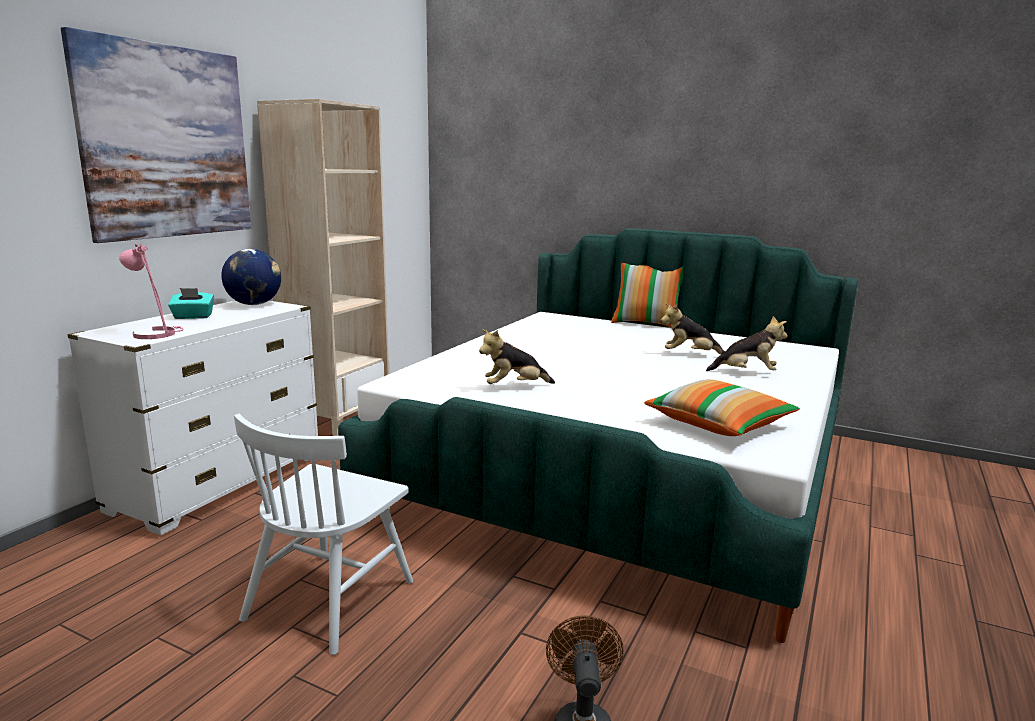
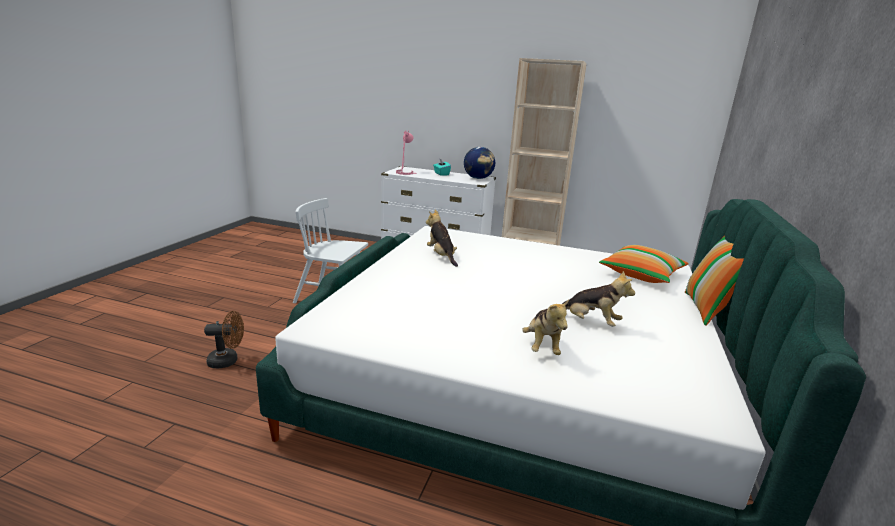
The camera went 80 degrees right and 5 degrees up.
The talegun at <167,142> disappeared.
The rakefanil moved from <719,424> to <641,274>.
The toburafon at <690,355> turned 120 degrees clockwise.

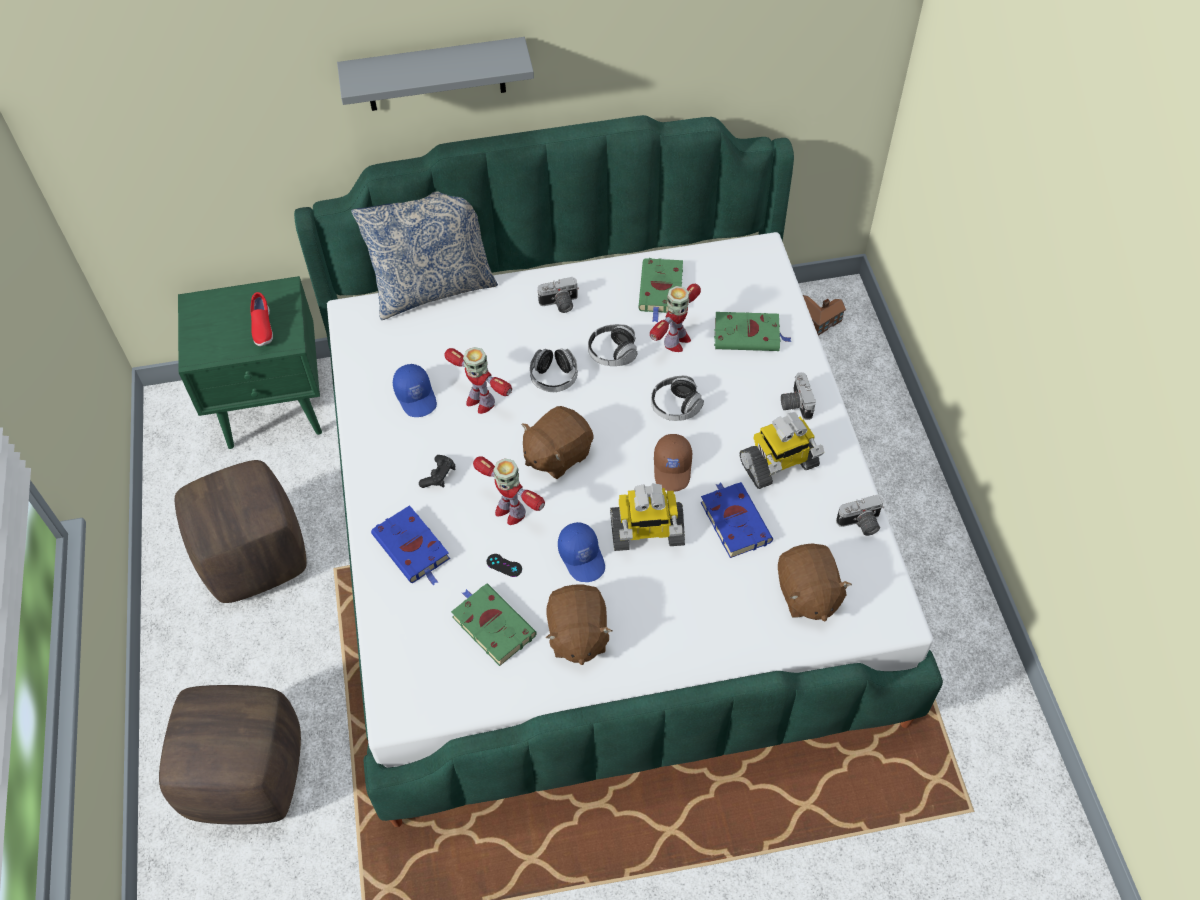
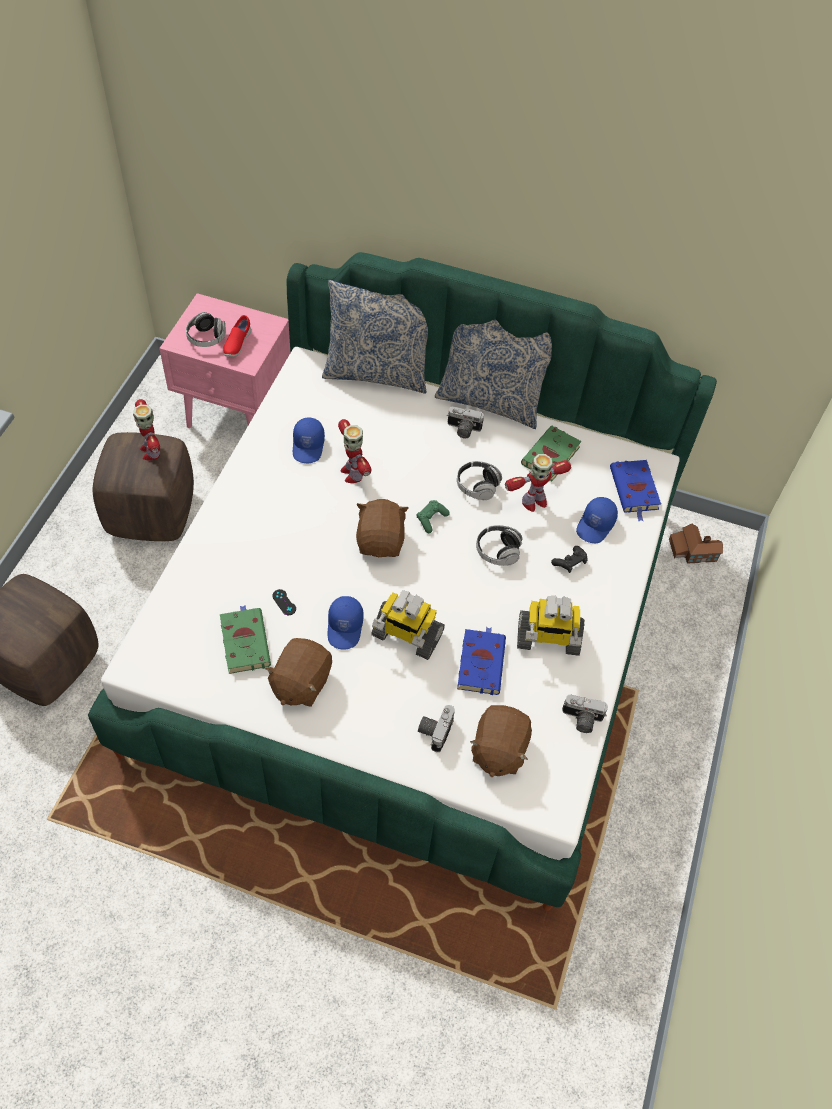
The camera went 25 degrees right and 0 degrees up.
The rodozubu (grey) at <435,75> disappeared.
The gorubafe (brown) at <673,468> disappeared.
The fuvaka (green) at <431,519> appeared.
The rakefanil at <490,400> appeared.
The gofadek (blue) moved from <413,548> to <634,490>.
The fuvaka (black) moved from <439,476> to <570,563>.
The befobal moved from <510,511> to <151,451>.
The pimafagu moved from <554,378> to <206,338>.
The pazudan moved from <795,403> to <434,730>.
The gofadek (green) at <749,335> was replaced by the gorubafe (blue) at <596,525>.
The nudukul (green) at <275,407> became the nudukul (pink) at <237,413>.
The toburafon (brown) at <557,454> turned 105 degrees clockwise.

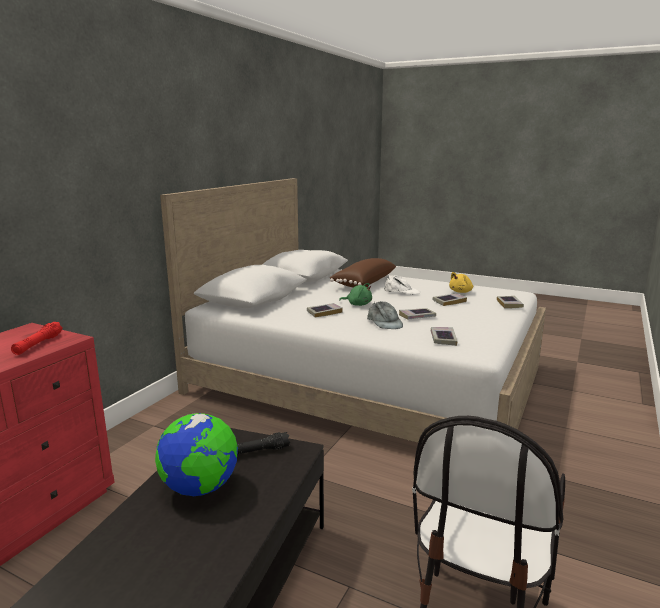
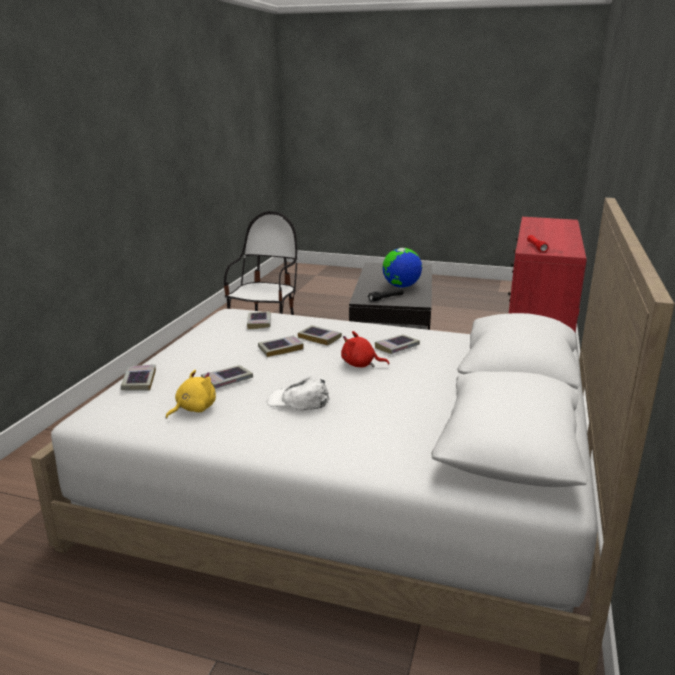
The camera went 170 degrees right and 5 degrees up.
The rakefanil (brown) at <363,283> disappeared.
The gorubafe (grey) at <384,322> was replaced by the gofadek at <319,338>.
The toburafon (green) at <358,304> became the toburafon (red) at <360,364>.

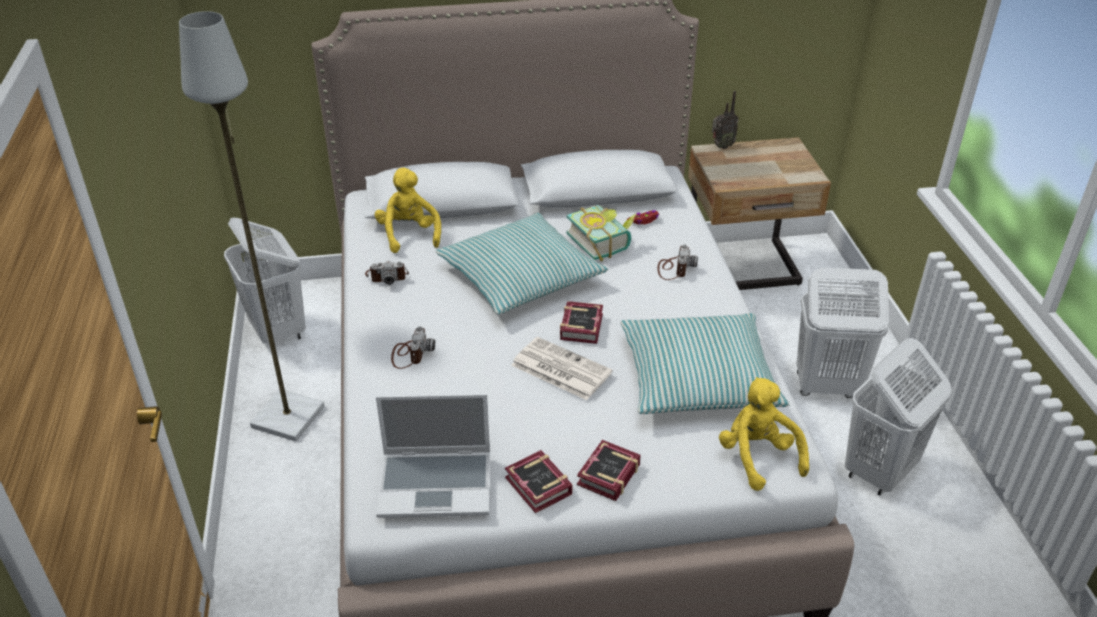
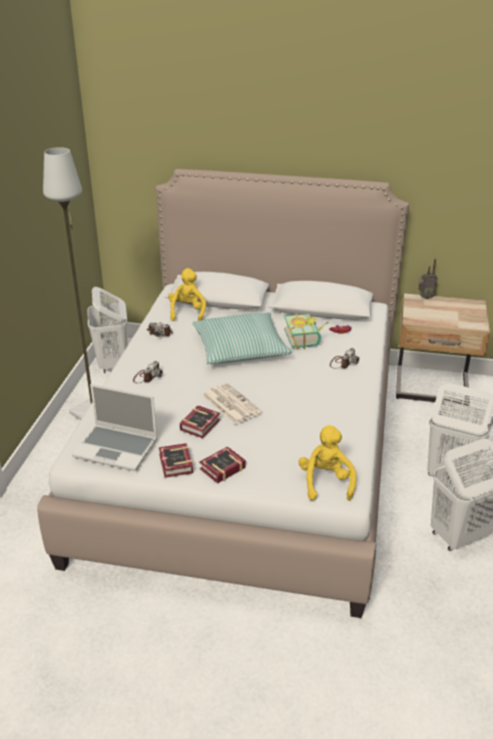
The camera went 20 degrees right and 5 degrees down.
The rakefanil at <697,378> disappeared.
The gofadek moved from <583,325> to <202,424>.

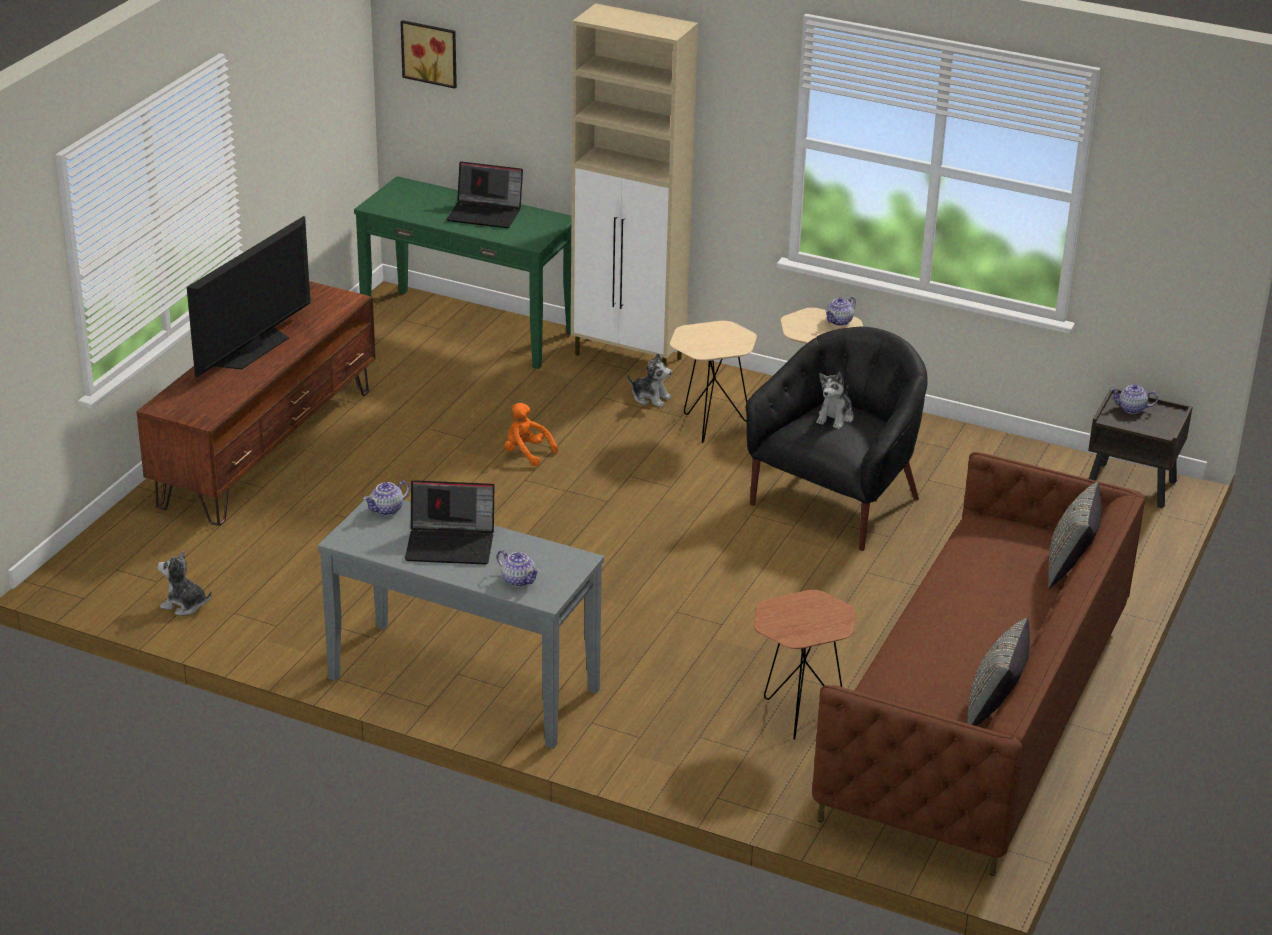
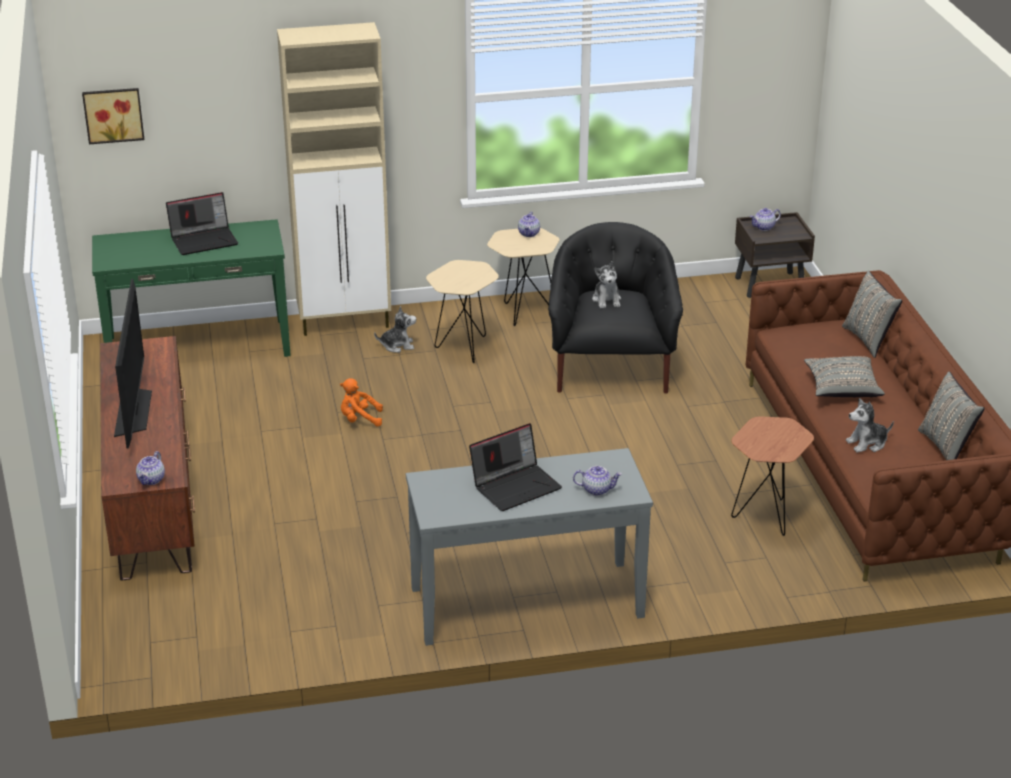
The camera went 35 degrees left and 0 degrees up.
The rakefanil (grey) at <842,389> appeared.
The toburafon moved from <184,605> to <867,443>.
The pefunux moved from <387,509> to <151,480>.

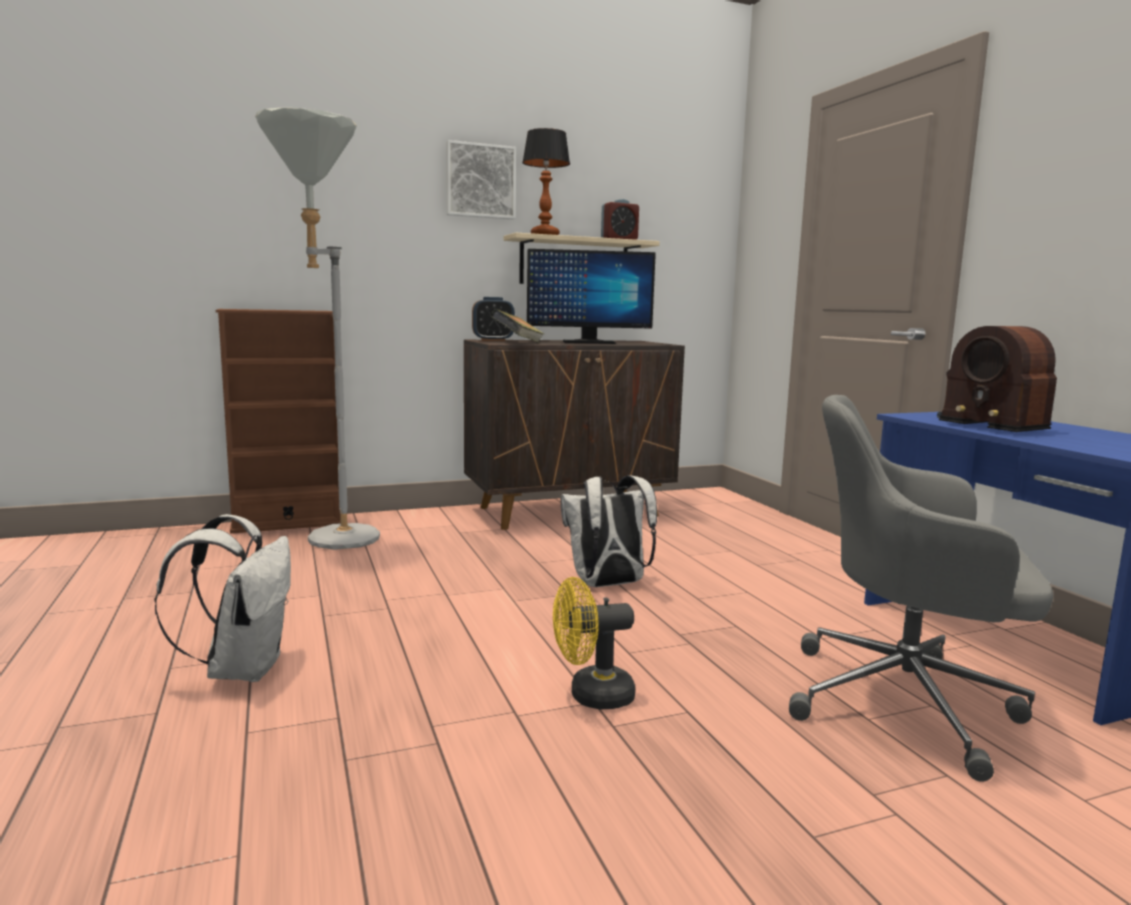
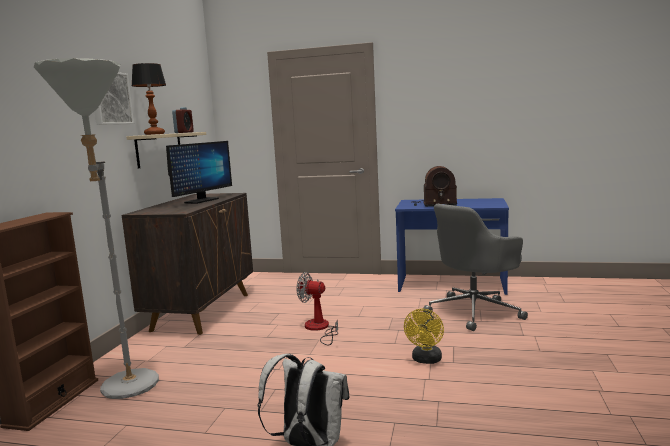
The camera went 55 degrees left and 0 degrees up.
The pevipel at <493,340> disappeared.
The gofadek at <517,343> disappeared.
The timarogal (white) at <607,585> was replaced by the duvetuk at <319,329>.

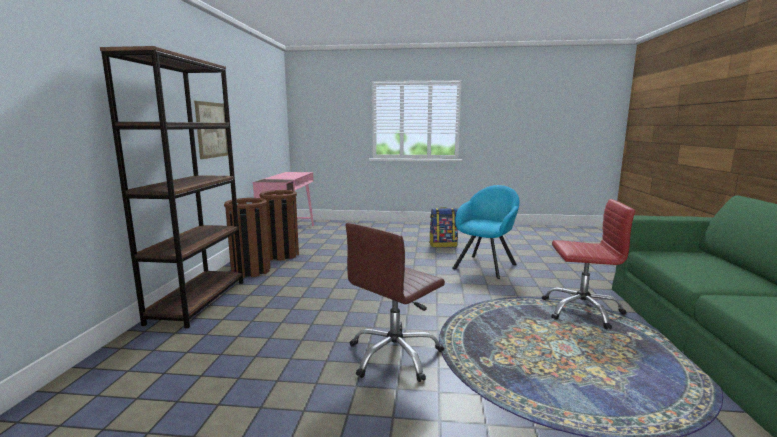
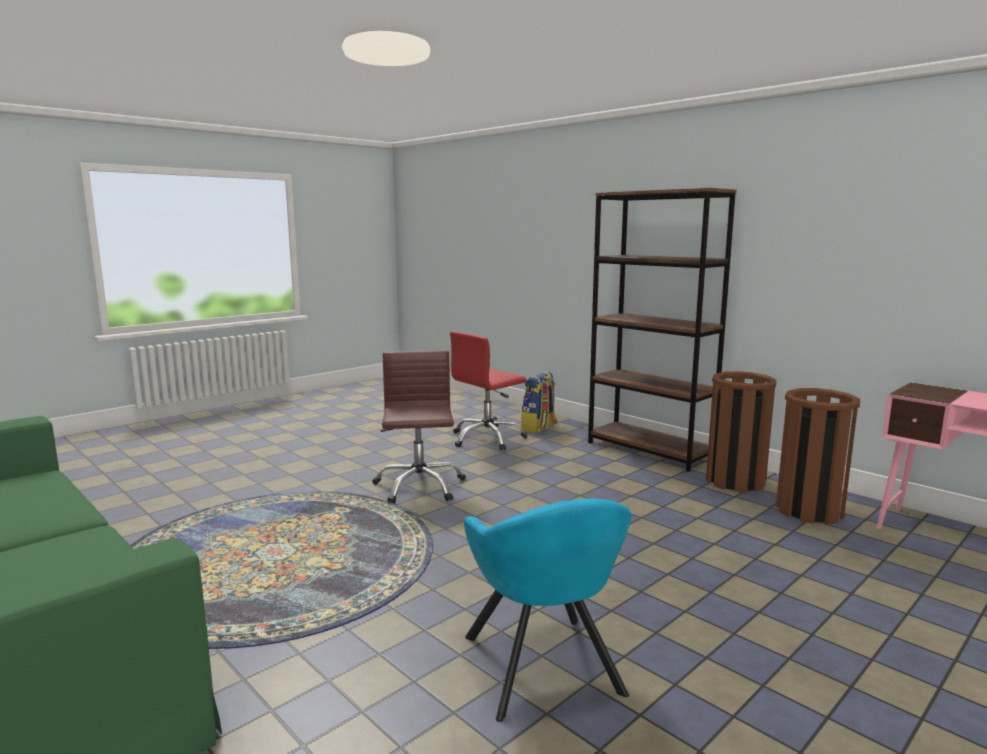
The camera went 130 degrees right and 0 degrees up.
The talegun at <212,130> disappeared.
The timarogal moved from <443,245> to <539,427>.
The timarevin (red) moved from <581,311> to <487,438>.

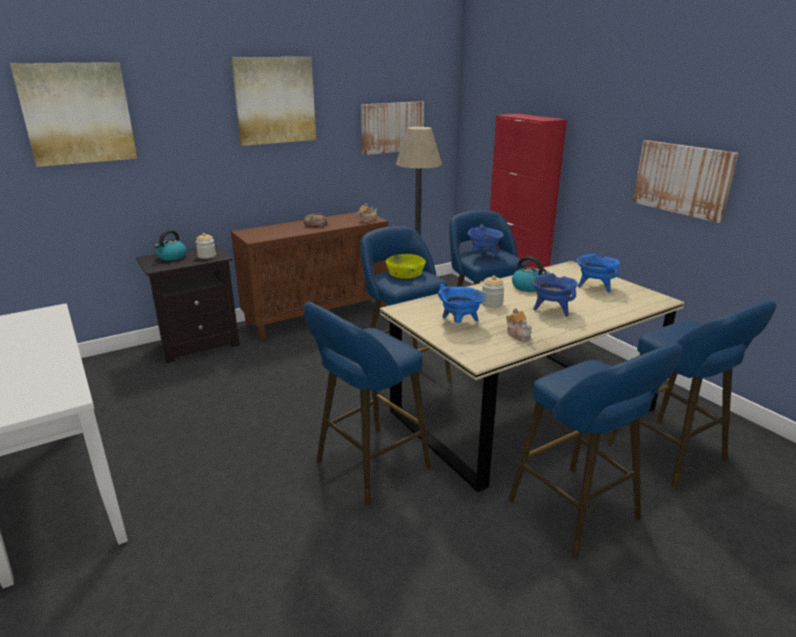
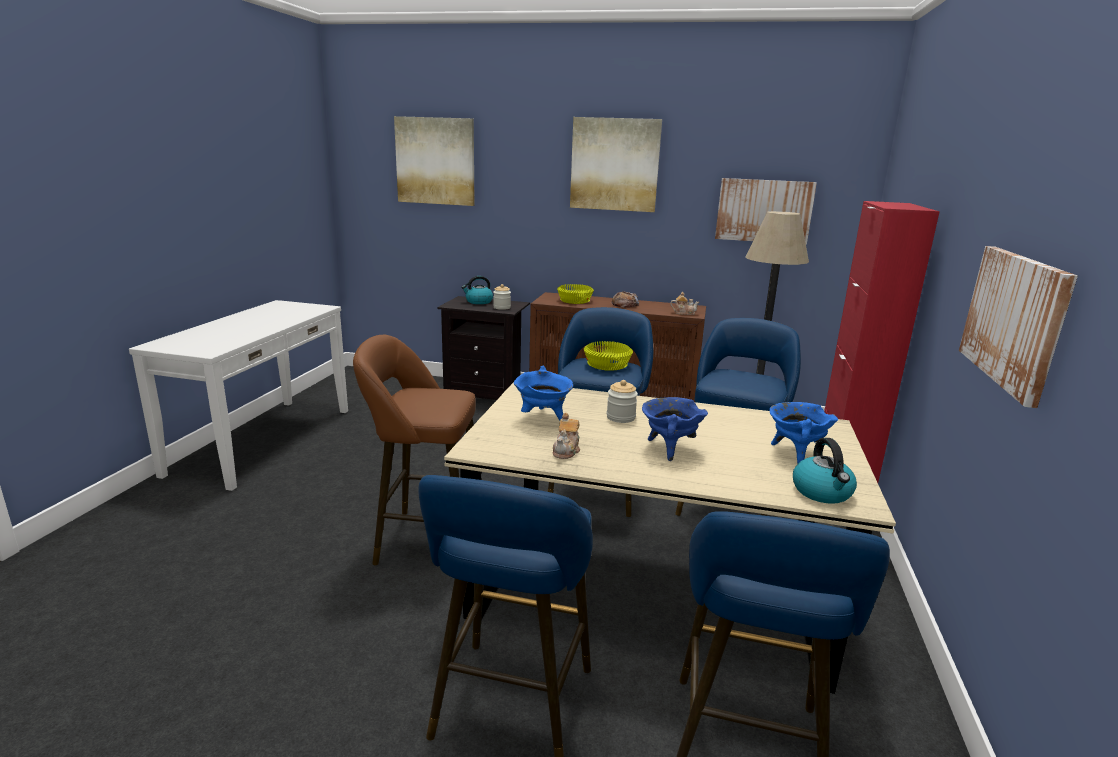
The camera went 45 degrees right and 5 degrees down.
The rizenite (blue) at <484,255> disappeared.
The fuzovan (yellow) at <575,301> appeared.
The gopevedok moved from <528,287> to <822,492>.
The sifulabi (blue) at <367,467> became the sifulabi (brown) at <425,540>.

